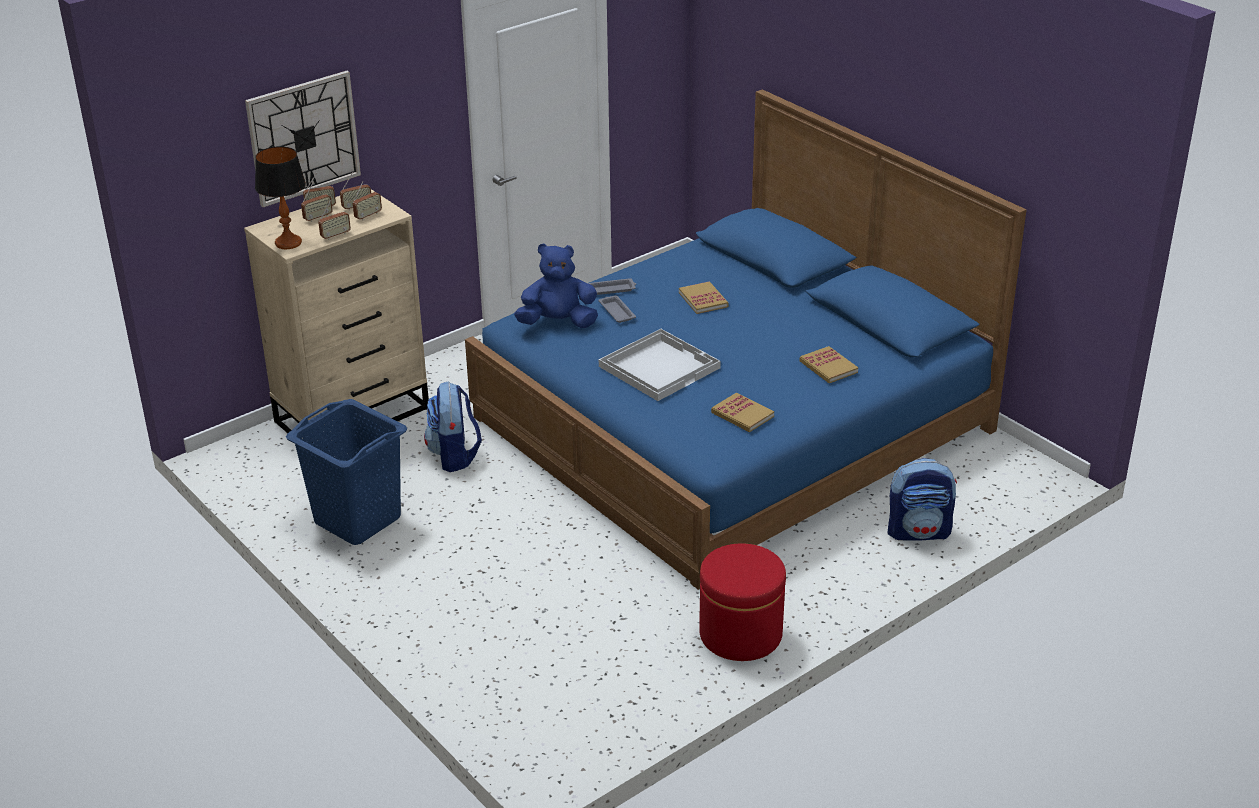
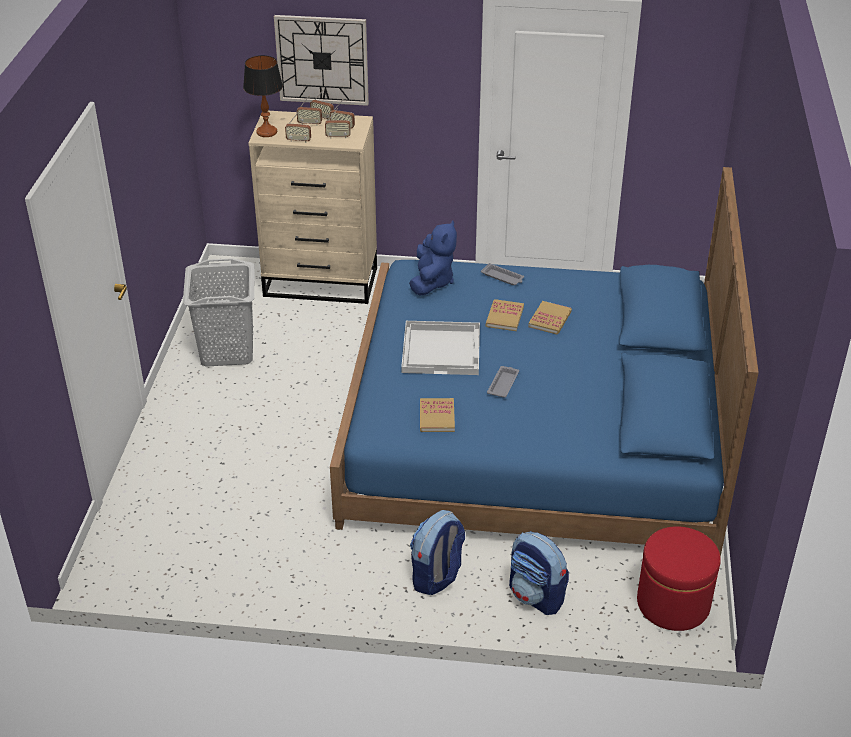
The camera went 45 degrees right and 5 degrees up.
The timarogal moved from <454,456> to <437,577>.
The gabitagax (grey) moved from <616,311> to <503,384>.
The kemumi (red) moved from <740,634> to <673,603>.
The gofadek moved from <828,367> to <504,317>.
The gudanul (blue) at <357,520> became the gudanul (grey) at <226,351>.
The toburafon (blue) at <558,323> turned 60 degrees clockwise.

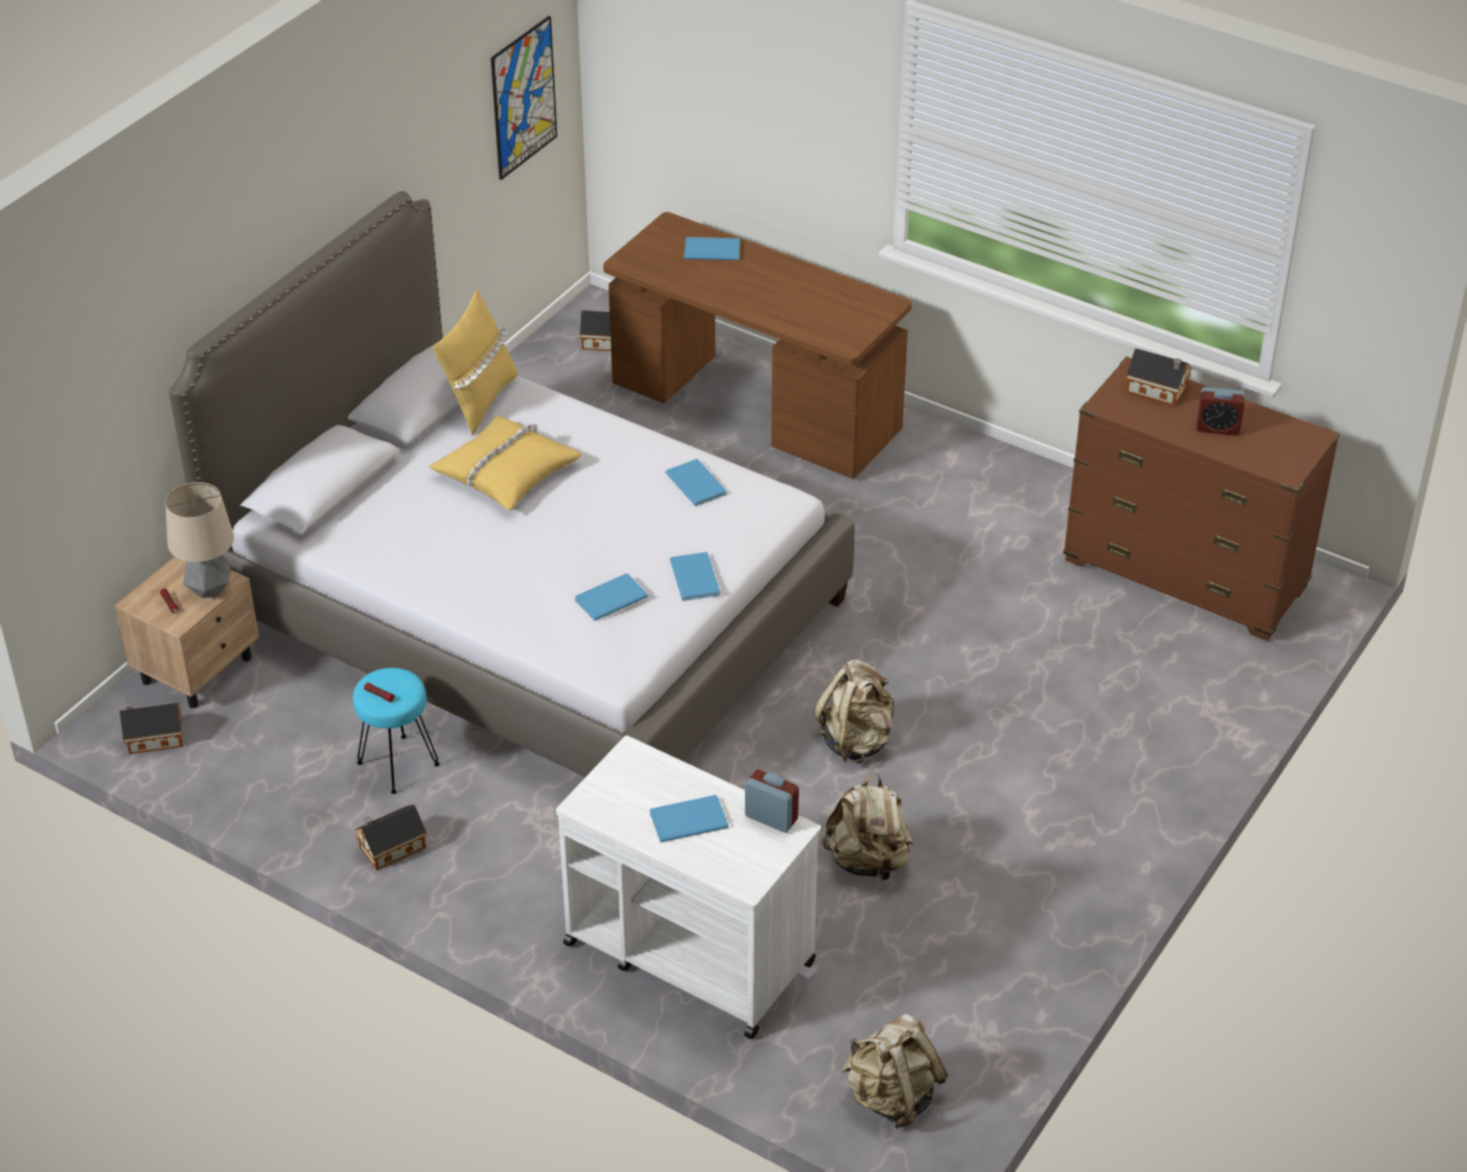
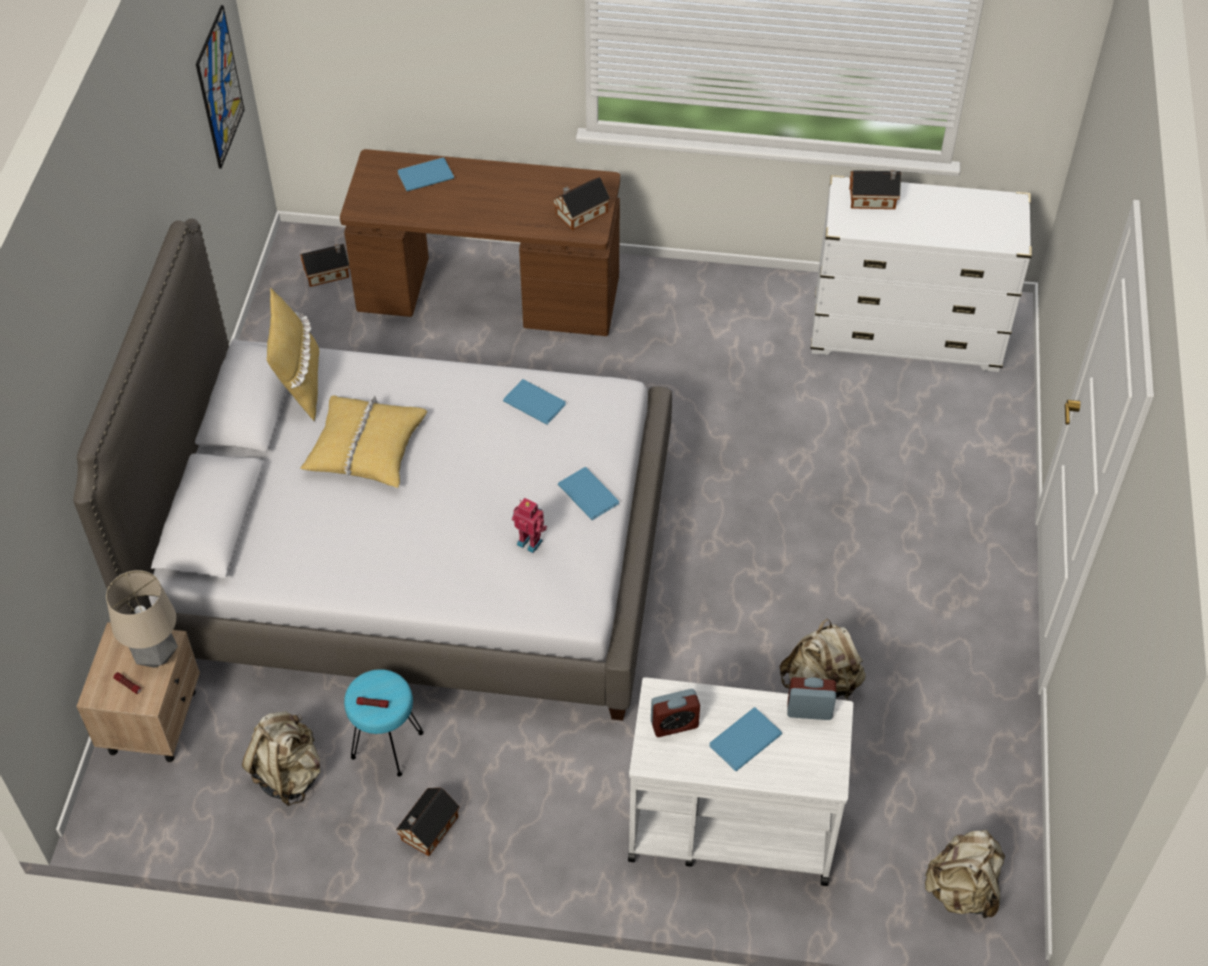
The camera went 25 degrees left and 10 degrees up.
The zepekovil moved from <152,738> to <579,213>.
The timarogal (beige) moved from <856,741> to <289,774>.
The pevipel moved from <1217,428> to <674,724>.
The gofadek (blue) at <608,598> was replaced by the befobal at <530,541>.
The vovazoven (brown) at <1185,575> became the vovazoven (white) at <906,334>.

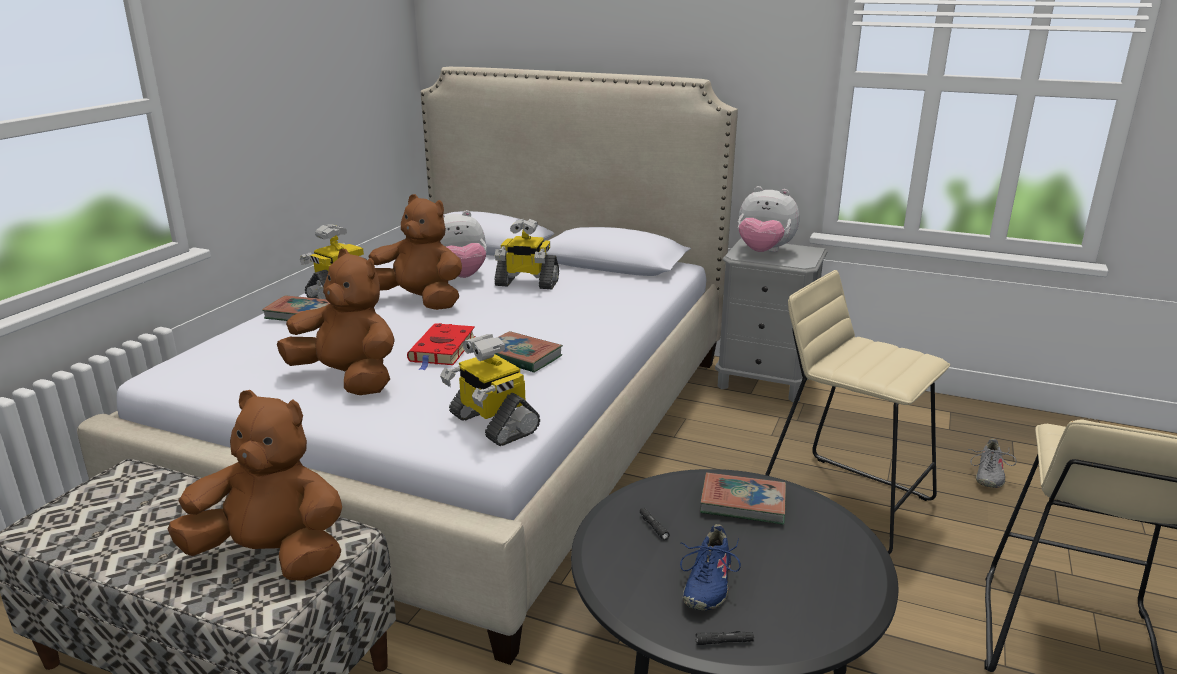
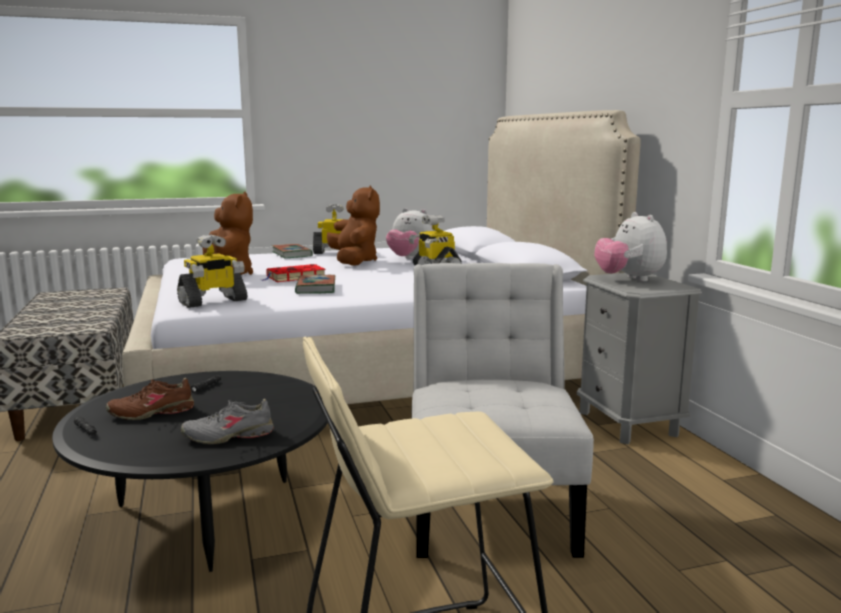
The camera went 50 degrees right and 10 degrees down.
The toburafon (brown) at <272,556> disappeared.
The gofadek at <743,503> disappeared.
The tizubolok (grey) moved from <988,475> to <228,436>.
The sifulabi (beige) at <846,503> was replaced by the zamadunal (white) at <491,507>.
The tizubolok (blue) at <707,583> became the tizubolok (brown) at <152,412>.
The befobal at <492,424> turned 135 degrees counterclockwise.

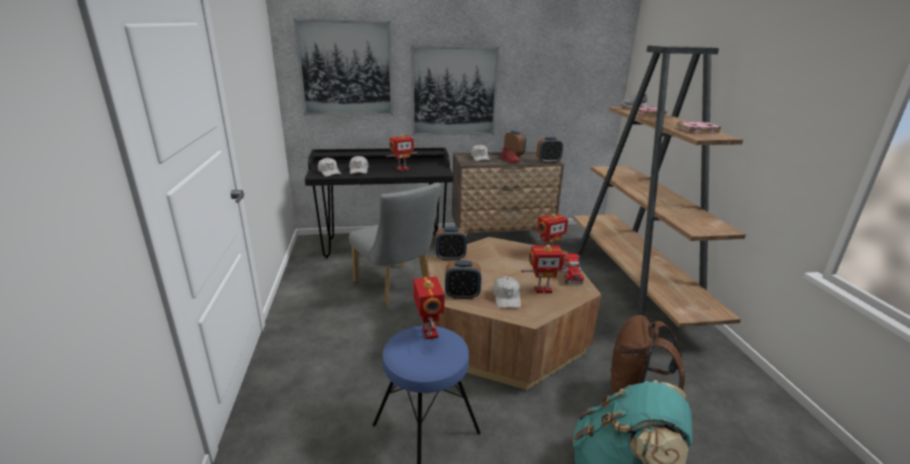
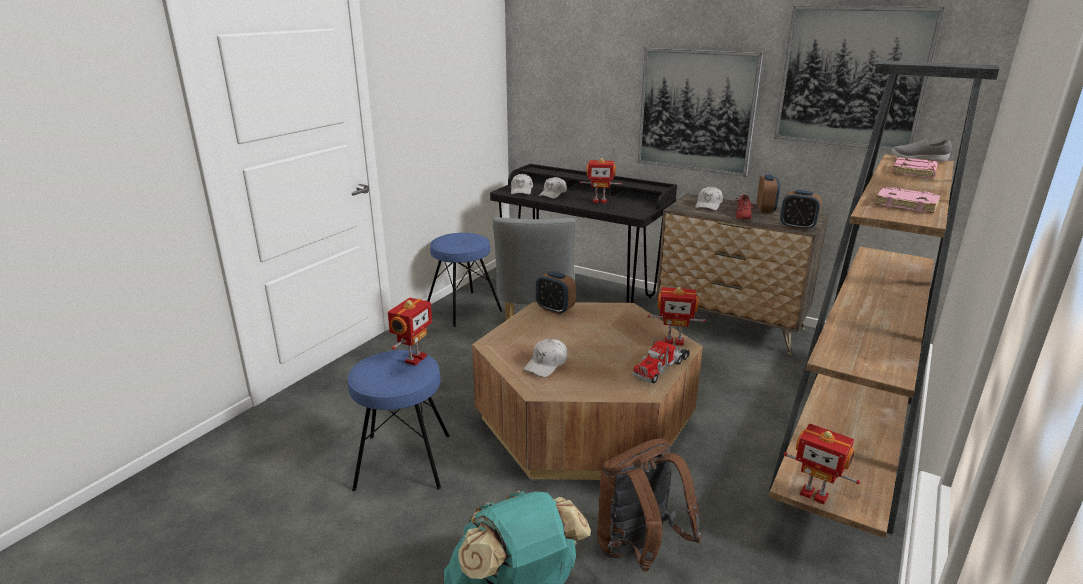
The camera went 40 degrees right and 0 degrees up.
The pevipel at <462,295> disappeared.
The sifulabi (blue) at <463,309> appeared.
The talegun moved from <346,69> to <852,78>.
The befobal moved from <542,289> to <814,494>.

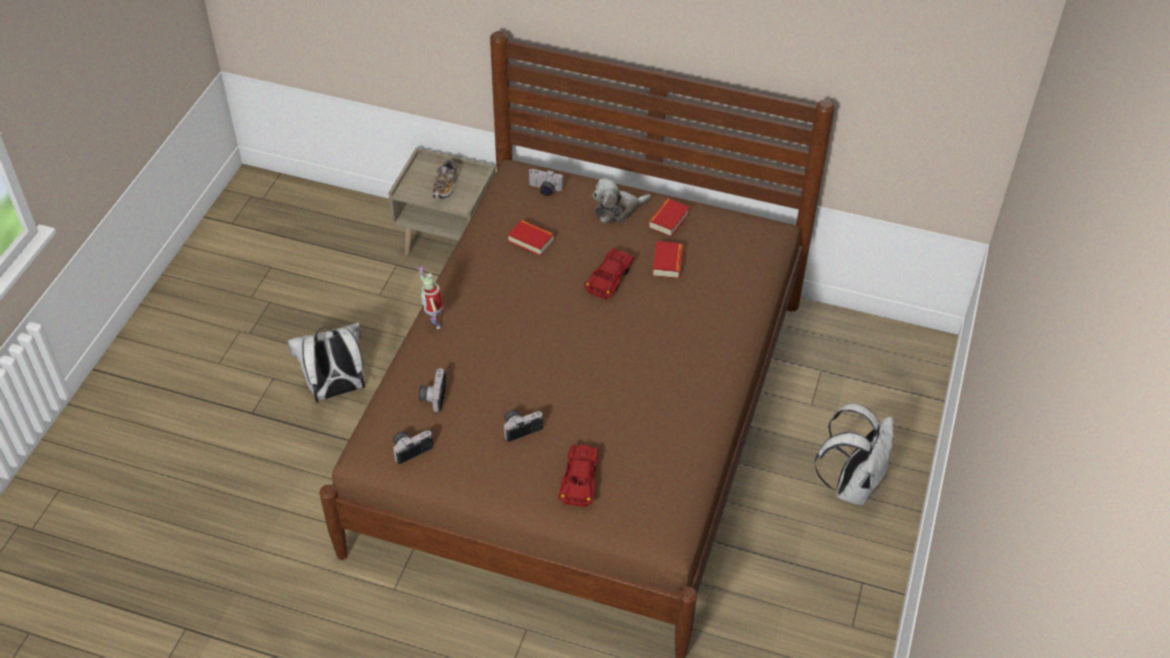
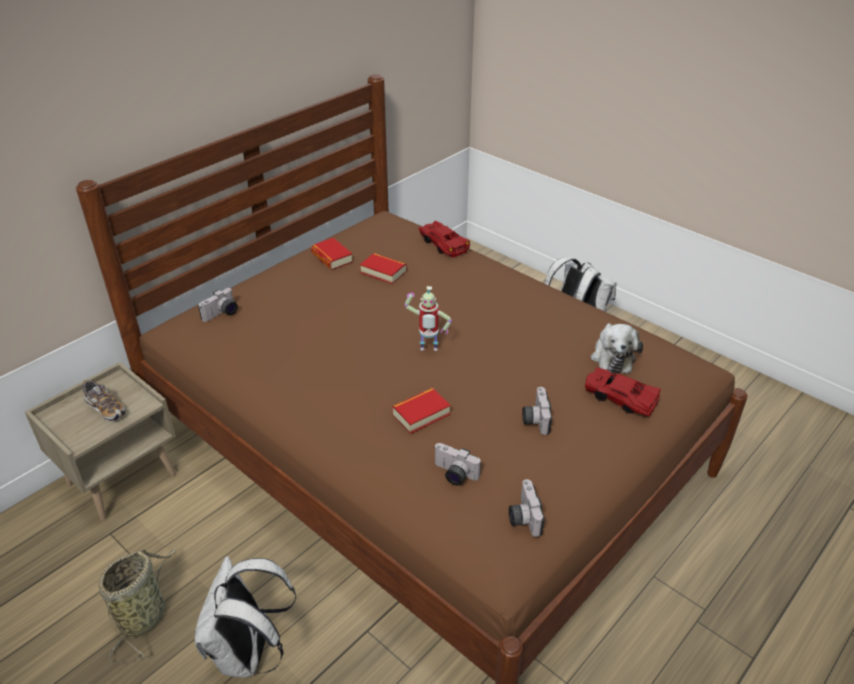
The camera went 65 degrees left and 10 degrees down.
The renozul at <144,615> appeared.
The befobal moved from <433,323> to <428,351>.
The gofadek moved from <531,241> to <421,414>.
The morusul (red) moved from <610,278> to <443,244>.
The toburafon moved from <618,210> to <612,356>.

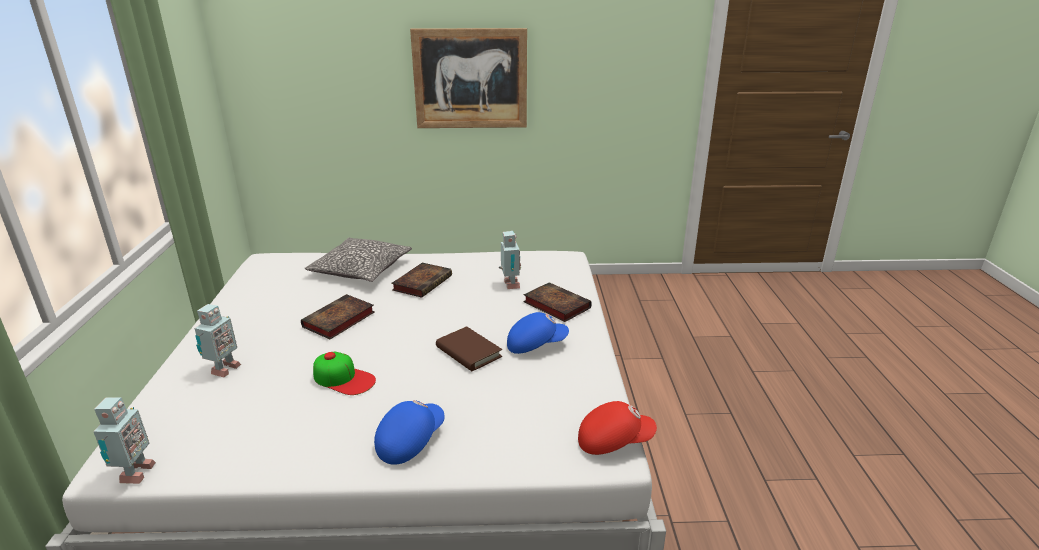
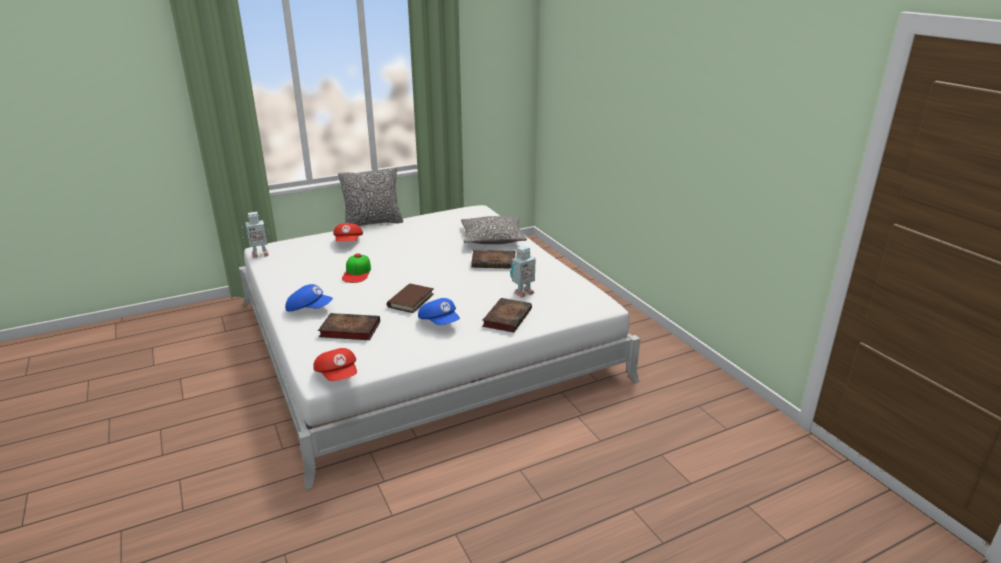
The camera went 65 degrees right and 0 degrees up.
The talegun at <470,79> disappeared.
The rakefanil at <373,223> appeared.
The gofadek moved from <338,321> to <348,330>.
The befobal at <223,370> was replaced by the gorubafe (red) at <349,242>.

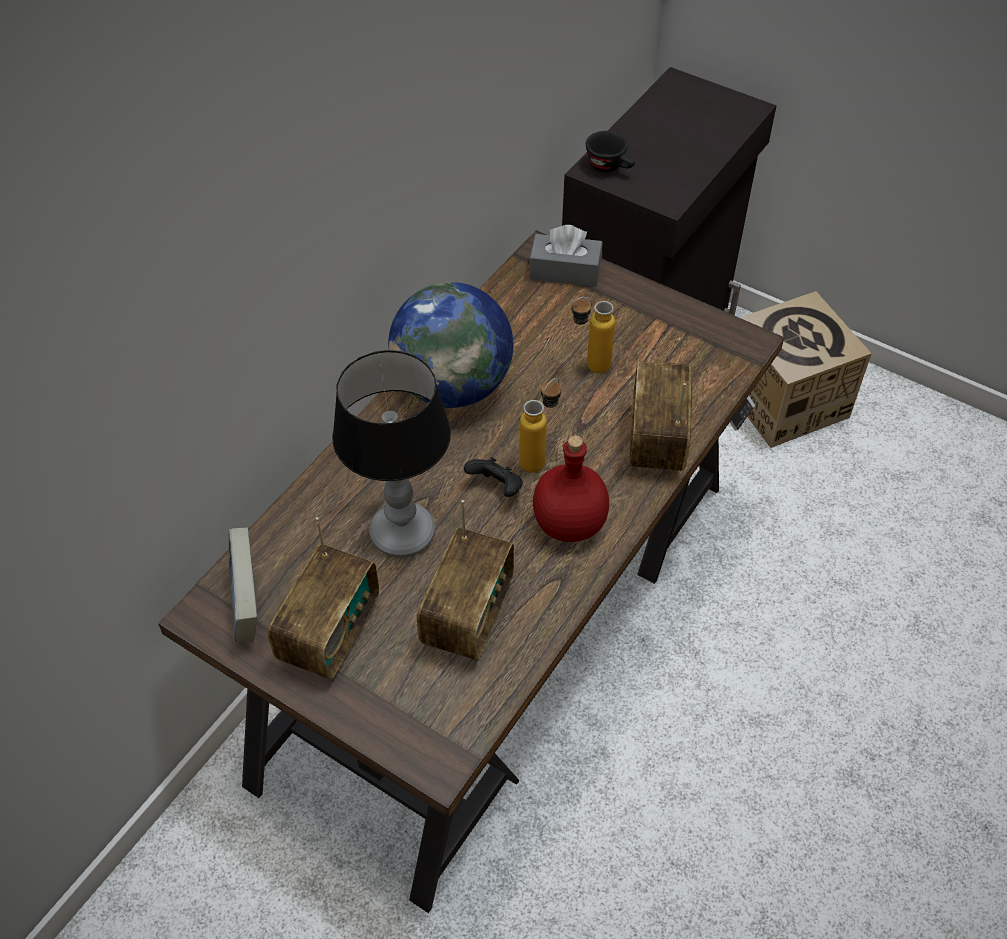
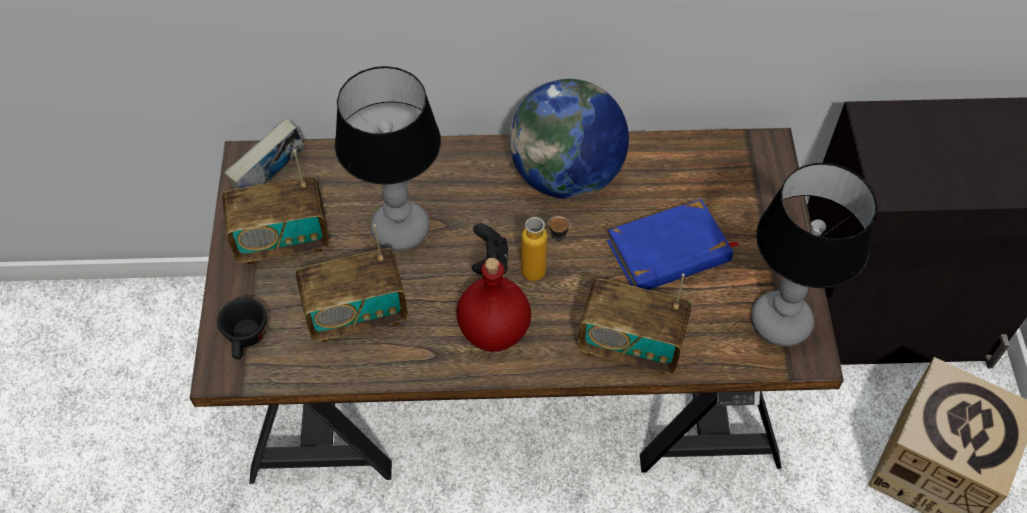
The camera went 55 degrees right and 5 degrees up.
The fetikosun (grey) at <565,271> disappeared.
The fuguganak at <779,322> appeared.
The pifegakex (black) moved from <610,167> to <247,340>.
The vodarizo at <588,367> was replaced by the gofadek (blue) at <669,252>.
The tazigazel at <656,441> turned 135 degrees counterclockwise.

